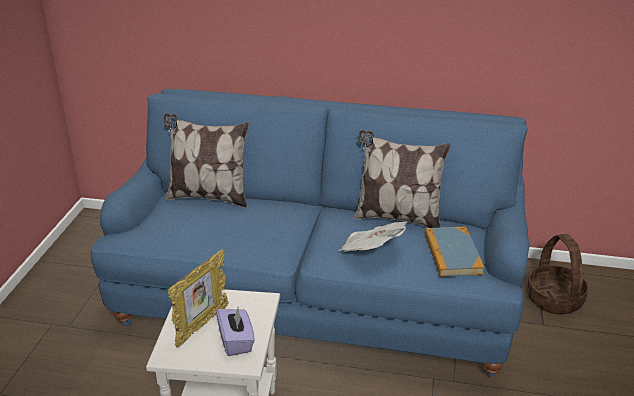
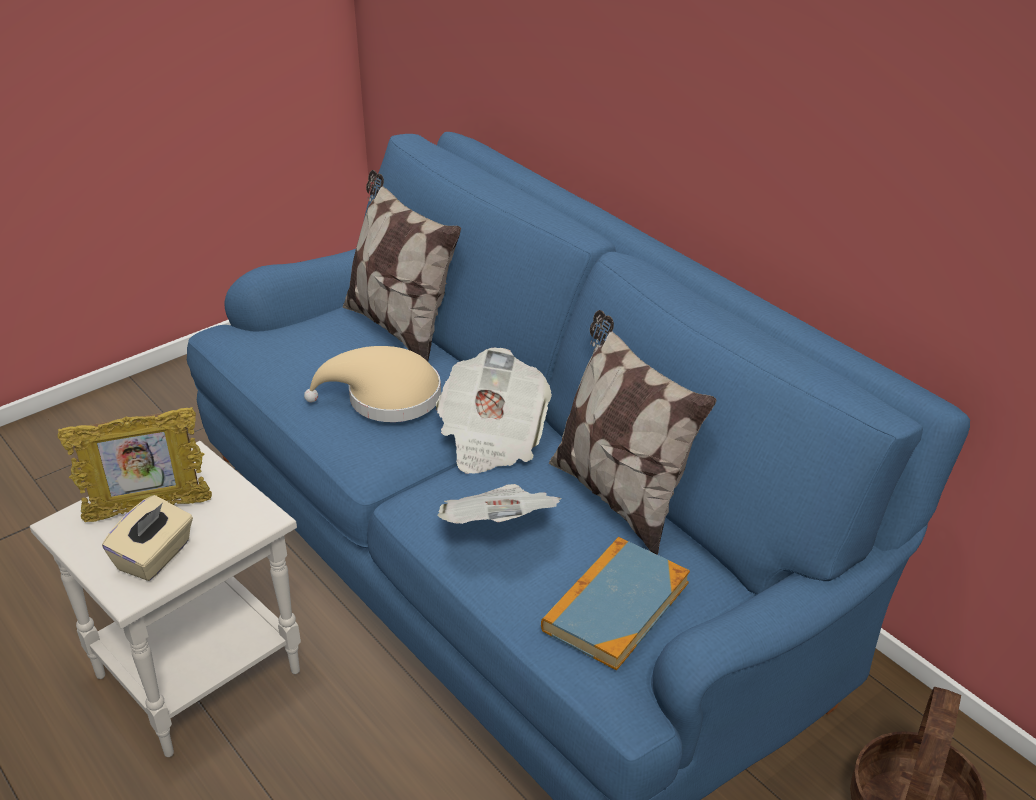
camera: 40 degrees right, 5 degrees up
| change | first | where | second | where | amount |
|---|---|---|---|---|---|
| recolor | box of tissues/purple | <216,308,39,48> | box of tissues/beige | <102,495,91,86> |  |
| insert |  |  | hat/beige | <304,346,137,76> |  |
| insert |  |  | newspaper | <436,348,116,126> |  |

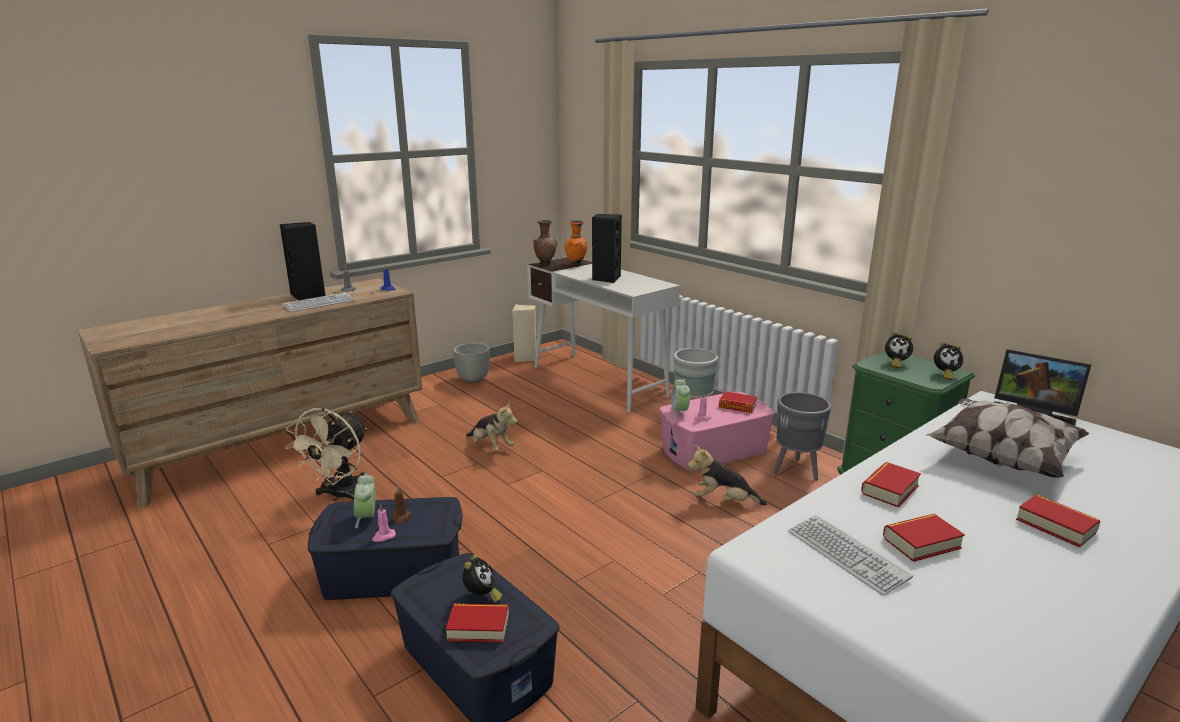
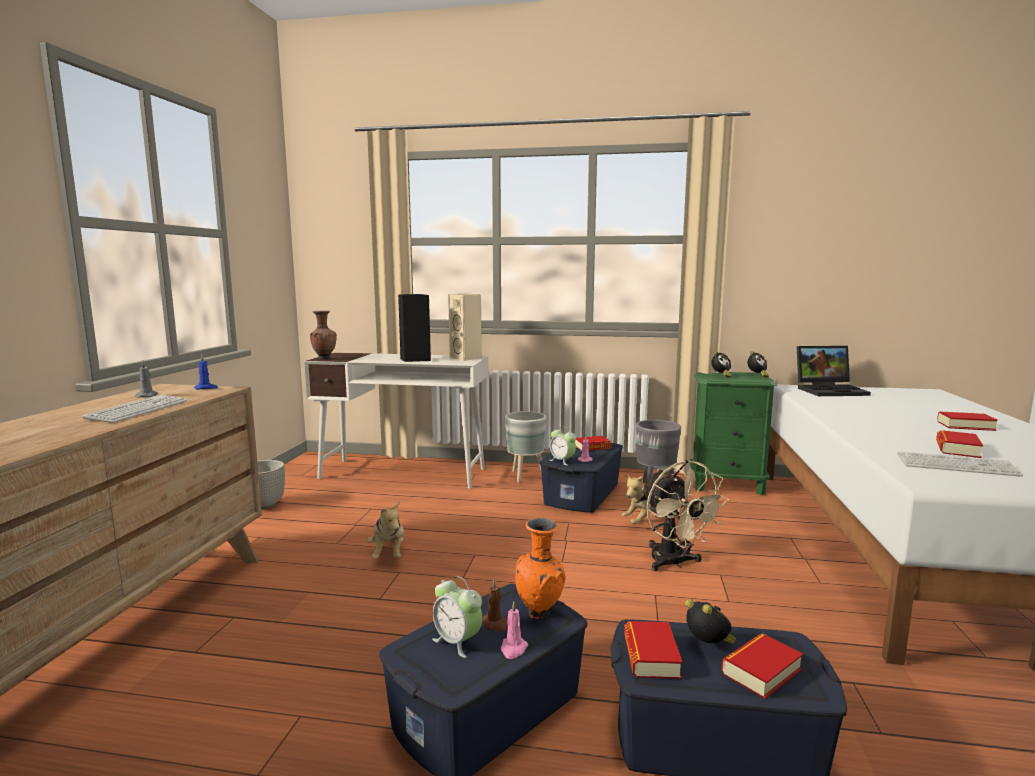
camera: 40 degrees left, 10 degrees down
| change | first | where | second | where | amount |
|---|---|---|---|---|---|
| rotate | plush toy | <466,403,52,48> |  | <367,501,37,58> | 75 degrees clockwise |
| move | audio speaker/beige | <512,304,25,58> |  | <448,294,34,67> |  |
| move | flower vase/orange | <565,220,22,46> |  | <515,518,51,101> |  |
| recolor | storage bin/pink-coloured | <660,391,115,80> | storage bin/blue-coloured | <540,443,83,70> |  |
| move | volume | <861,462,60,45> |  | <624,621,58,58> |  |
| move | electric fan/beige | <285,408,82,93> |  | <642,460,87,111> |  |
| delete | audio speaker/black-coloured | <280,222,45,79> |  |  |  |
| delete | pillow | <927,398,163,80> |  |  |  |

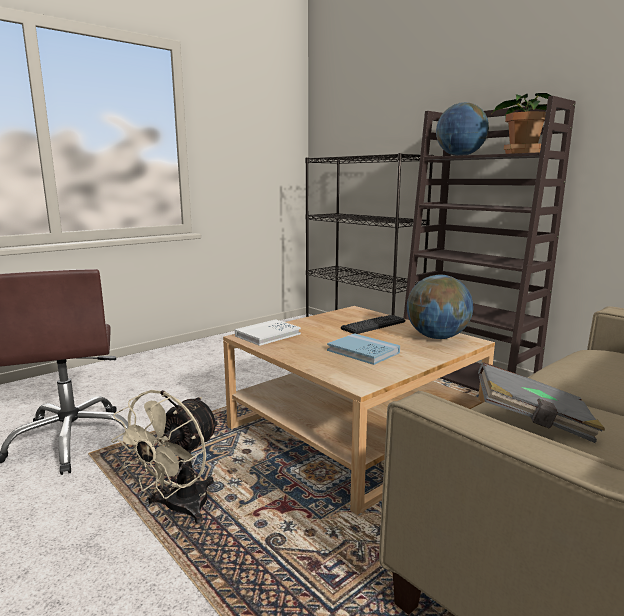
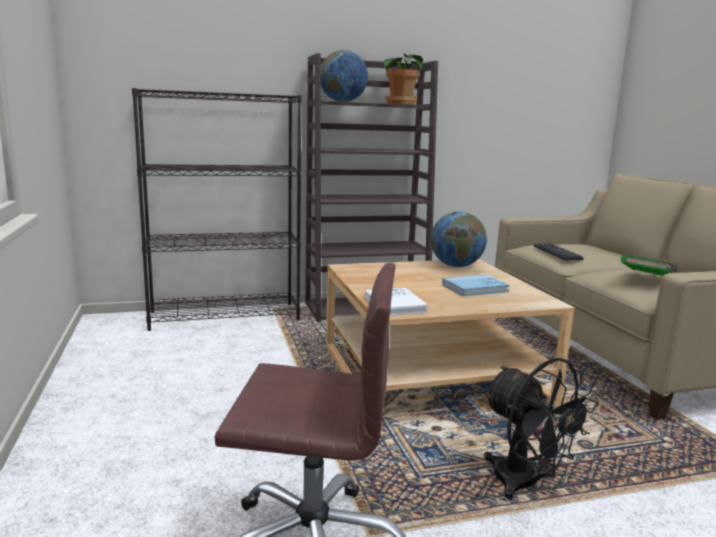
camera: 65 degrees left, 0 degrees up
| change | first | where | second | where | amount |
|---|---|---|---|---|---|
| recolor | electric fan/beige | <111,390,108,133> | electric fan/black-coloured | <484,358,114,142> |  |
| move | PC keyboard | <341,315,64,19> |  | <534,243,49,17> |  |
| recolor | volume/greyish | <478,362,127,81> | volume/green | <621,254,57,22> |  |

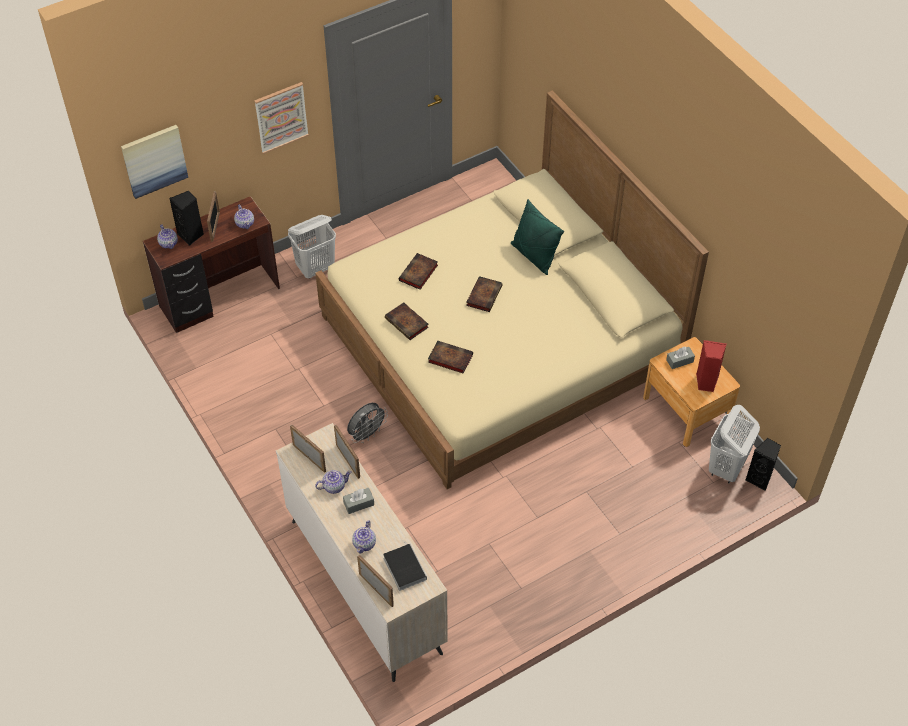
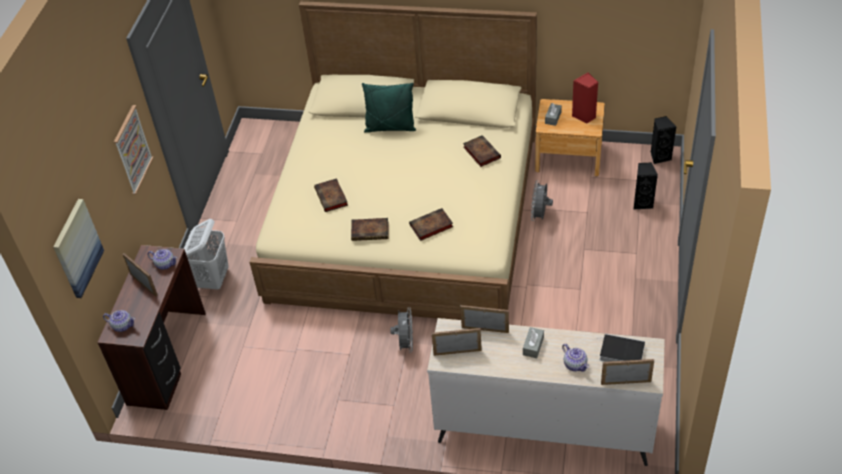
camera: 45 degrees left, 5 degrees down
| change | first | where | second | where | amount |
|---|---|---|---|---|---|
| move | volume | <466,276,36,36> |  | <463,135,38,32> |  |
| insert |  |  | electric fan/greyish | <531,181,22,40> |  |
| move | audio speaker/black-coloured | <169,191,35,55> |  | <634,162,24,47> |  |
| delete | tea pot | <315,470,36,24> |  |  |  |
| delete | hamper/white | <709,405,51,78> |  |  |  |

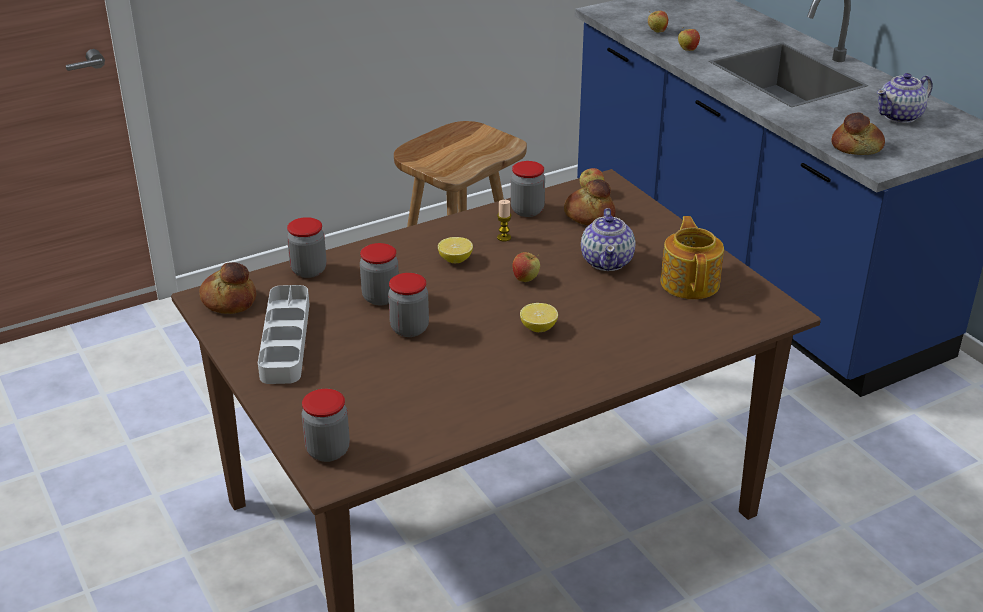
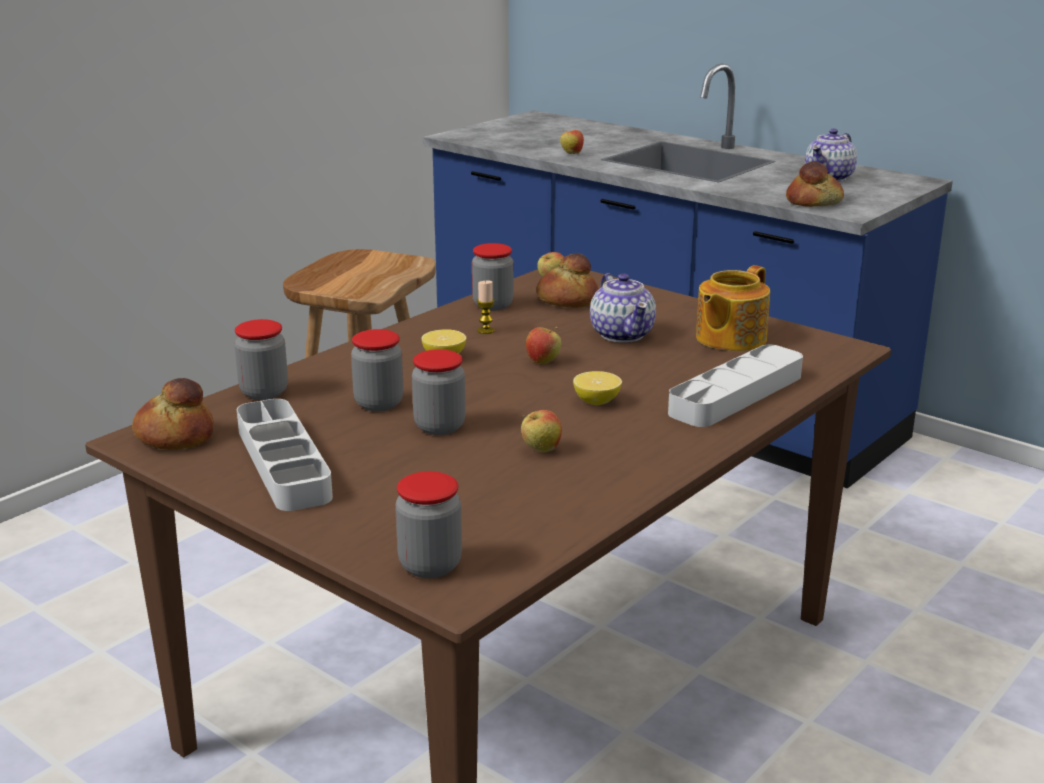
camera: 20 degrees left, 10 degrees down
| change | first | where | second | where | amount |
|---|---|---|---|---|---|
| move | whole apple | <648,11,20,22> |  | <521,410,41,43> |  |
| insert |  |  | serving tray/greyish | <668,345,135,82> |  |
| rotate | tea pot | <660,216,64,83> |  | <696,265,74,86> | 120 degrees counterclockwise |

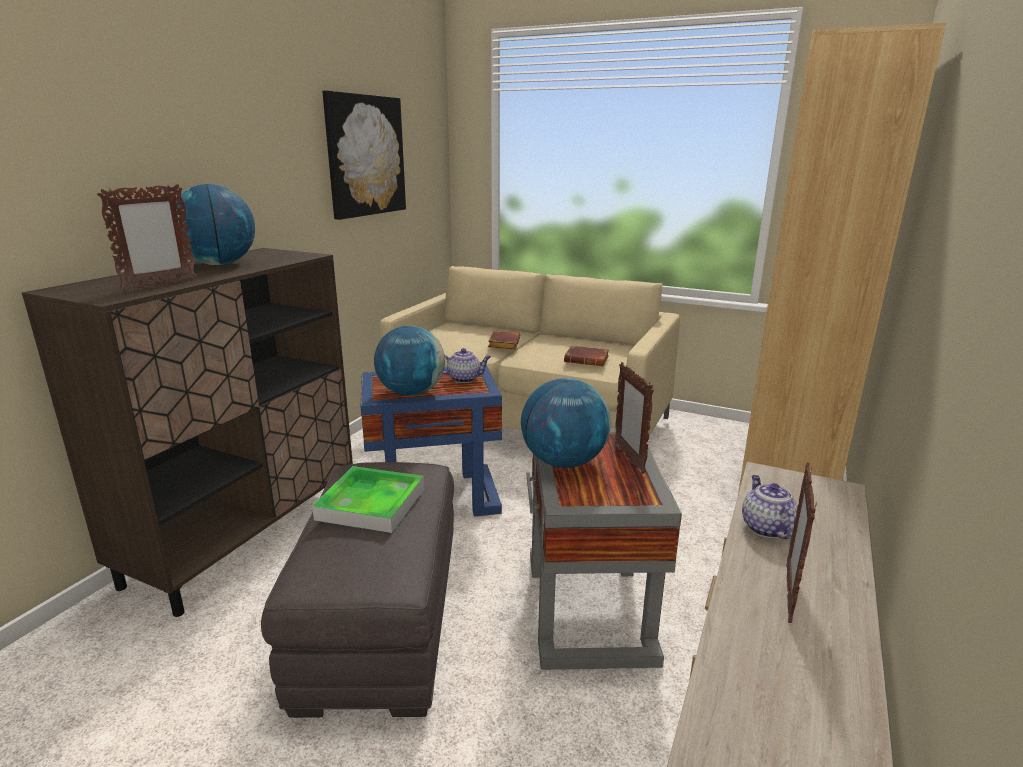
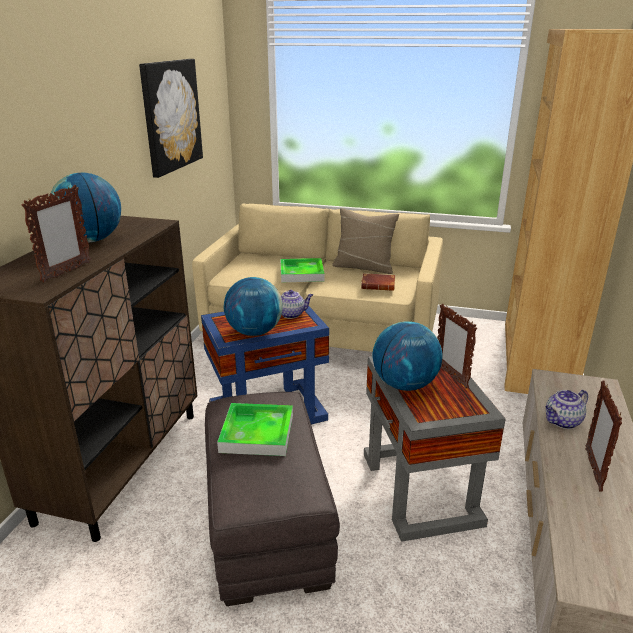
camera: 10 degrees left, 5 degrees up
| change | first | where | second | where | amount |
|---|---|---|---|---|---|
| replace | volume/brown | <488,330,32,20> | serving tray | <280,258,44,25> |  |
| insert |  |  | pillow/beige | <332,208,67,66> |  |
| rotate | tea pot | <742,475,56,64> |  | <545,390,43,39> | 105 degrees counterclockwise |

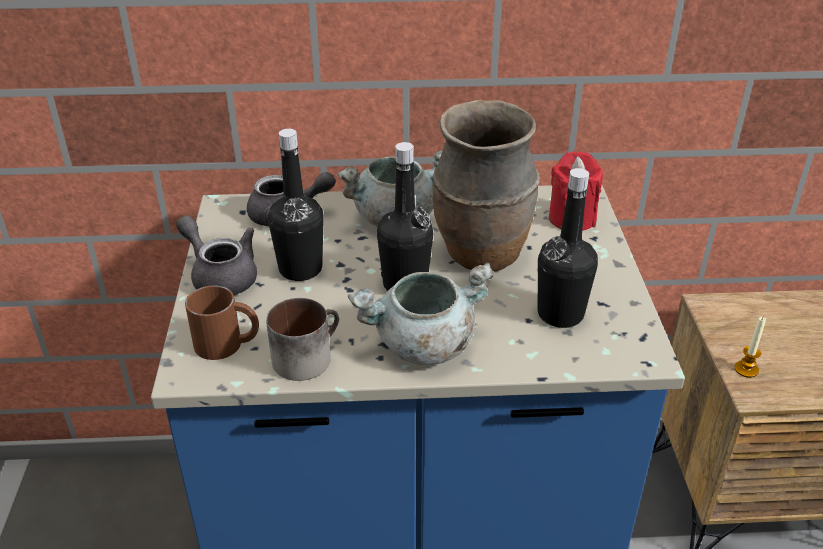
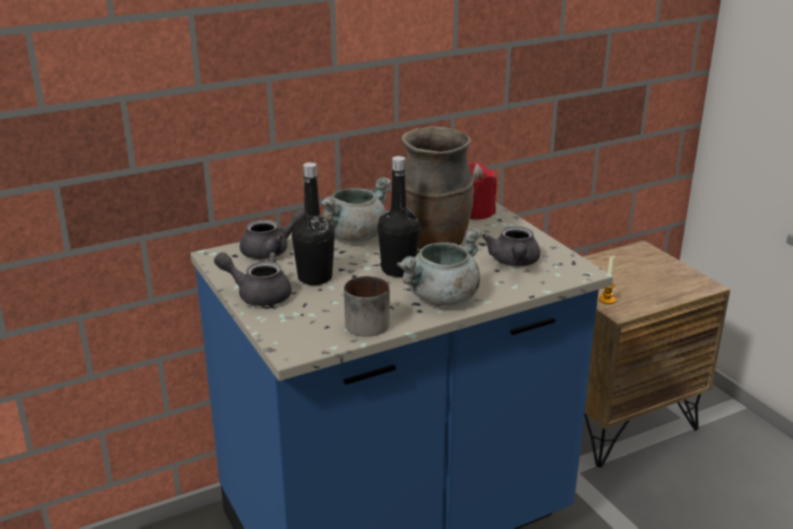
camera: 25 degrees left, 10 degrees down
| change | first | where | second | where | amount |
|---|---|---|---|---|---|
| replace | bottle/black-coloured | <538,168,60,160> | tea pot/greyish | <482,226,58,40> |  |
| delete | tea mug/brown | <185,285,74,75> |  |  |  |

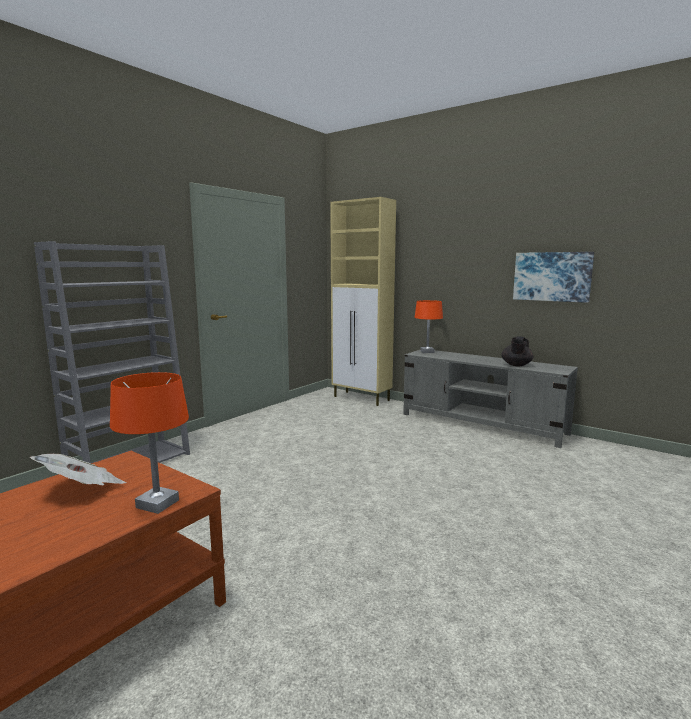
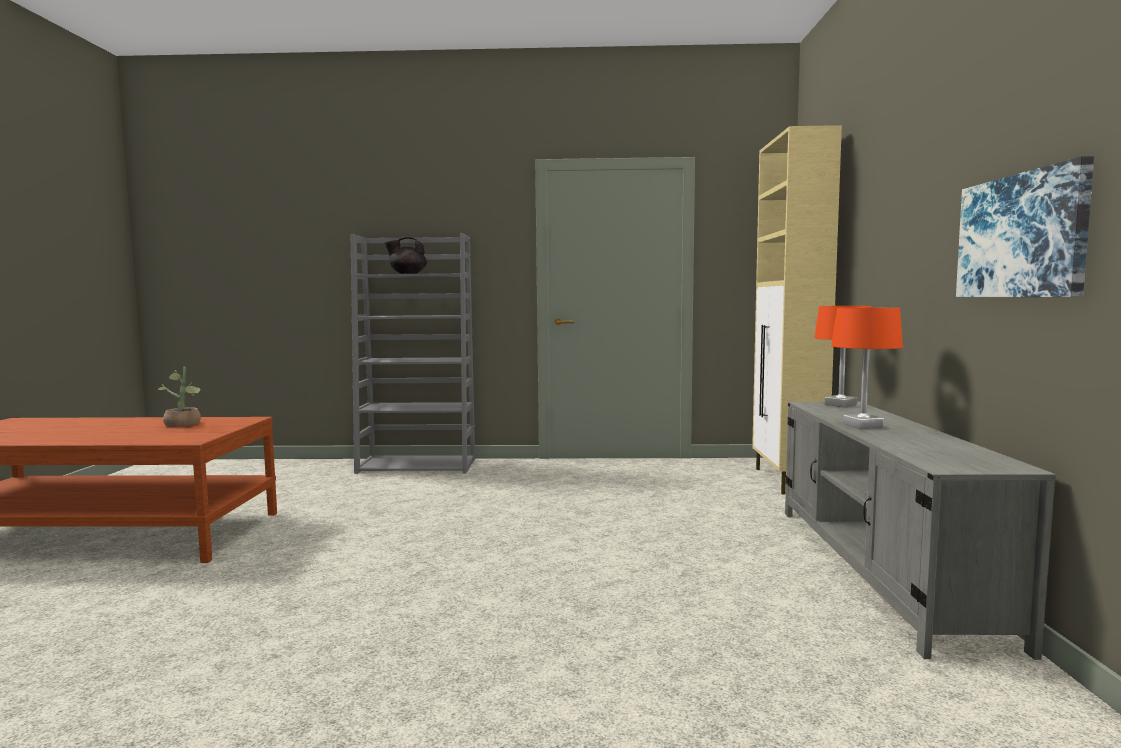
camera: 55 degrees right, 5 degrees down
| change | first | where | second | where | amount |
|---|---|---|---|---|---|
| replace | newspaper | <30,454,97,31> | houseplant | <158,367,43,60> |  |
| move | tea pot/black-coloured | <501,336,32,30> |  | <384,237,43,37> |  |
| move | lamp for a table/orange | <110,372,79,142> |  | <831,308,72,121> |  |

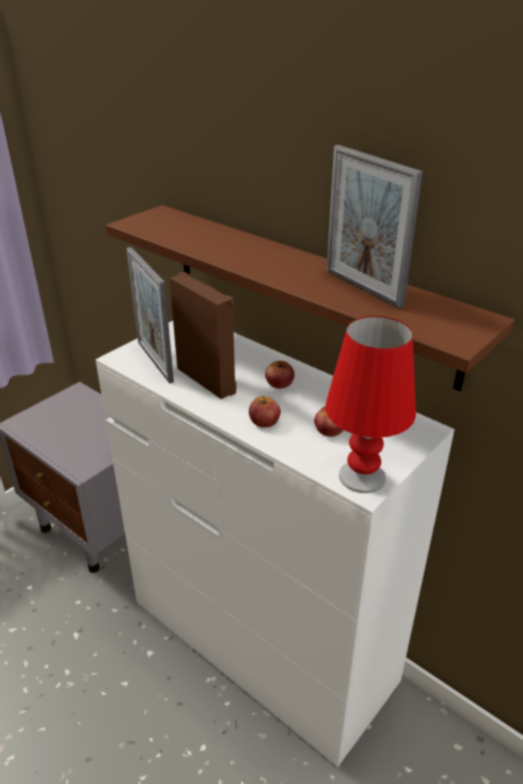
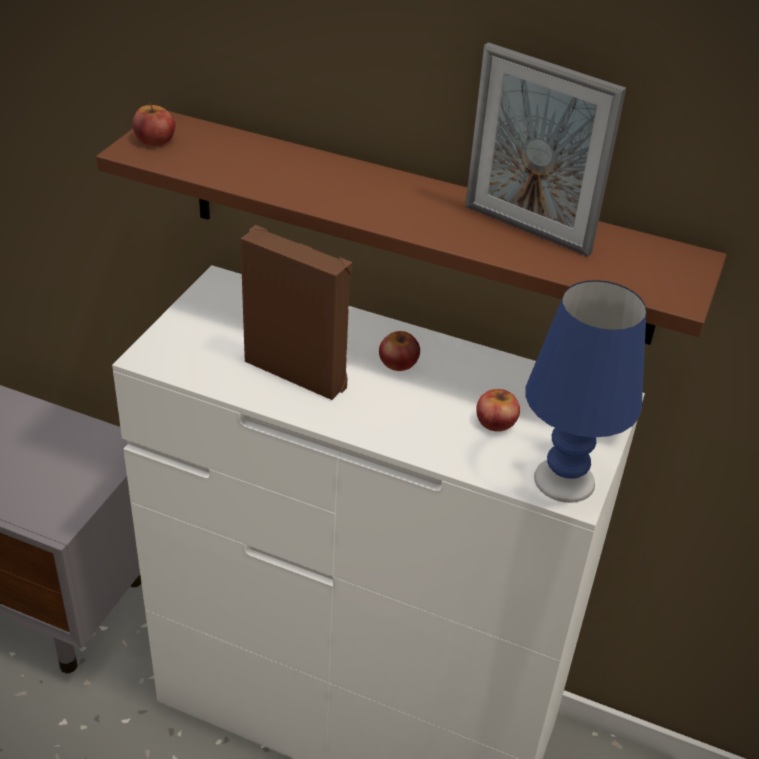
camera: 20 degrees left, 5 degrees up
| change | first | where | second | where | amount |
|---|---|---|---|---|---|
| move | whole apple | <249,395,32,33> |  | <132,102,43,44> |  |
| recolor | lamp for a table/red | <325,316,91,177> | lamp for a table/blue-coloured | <525,280,121,223> |  |
| delete | picture frame | <127,247,47,137> |  |  |  |

